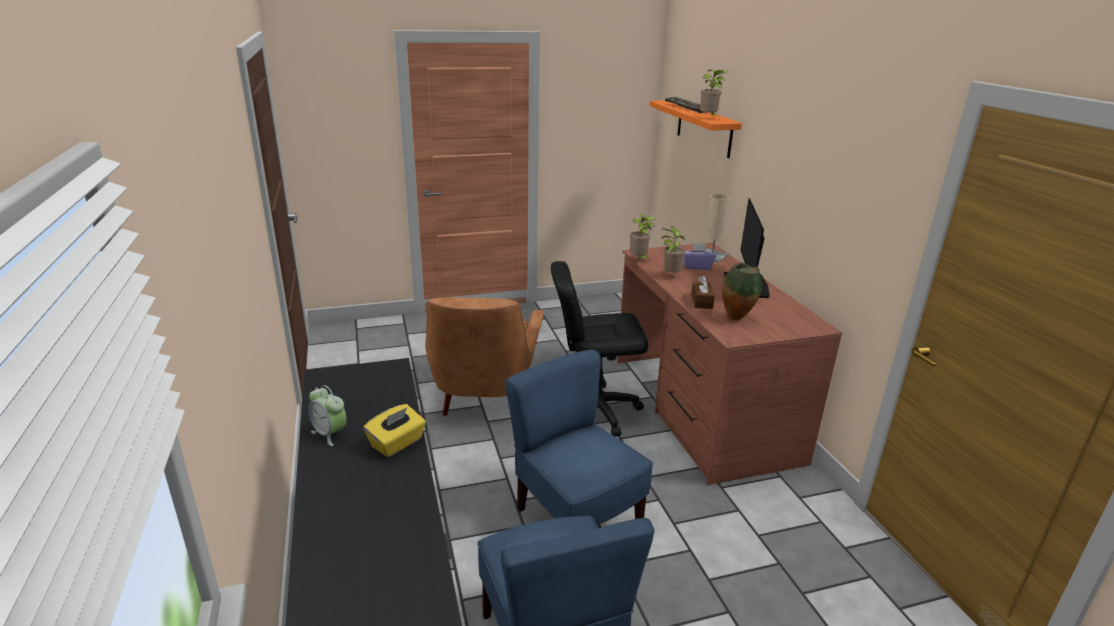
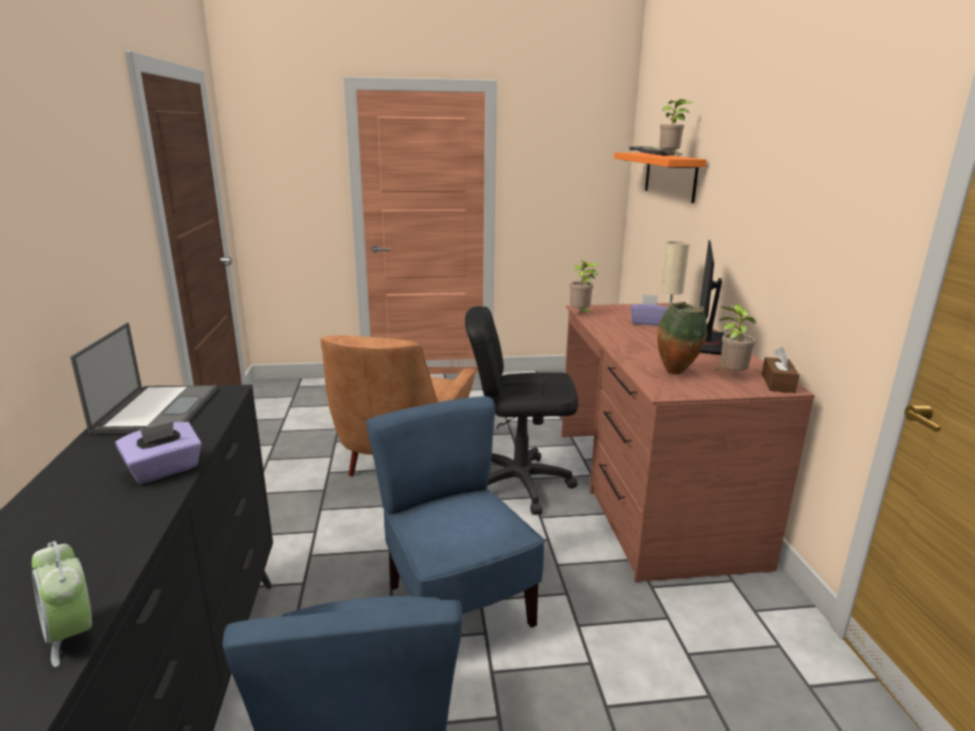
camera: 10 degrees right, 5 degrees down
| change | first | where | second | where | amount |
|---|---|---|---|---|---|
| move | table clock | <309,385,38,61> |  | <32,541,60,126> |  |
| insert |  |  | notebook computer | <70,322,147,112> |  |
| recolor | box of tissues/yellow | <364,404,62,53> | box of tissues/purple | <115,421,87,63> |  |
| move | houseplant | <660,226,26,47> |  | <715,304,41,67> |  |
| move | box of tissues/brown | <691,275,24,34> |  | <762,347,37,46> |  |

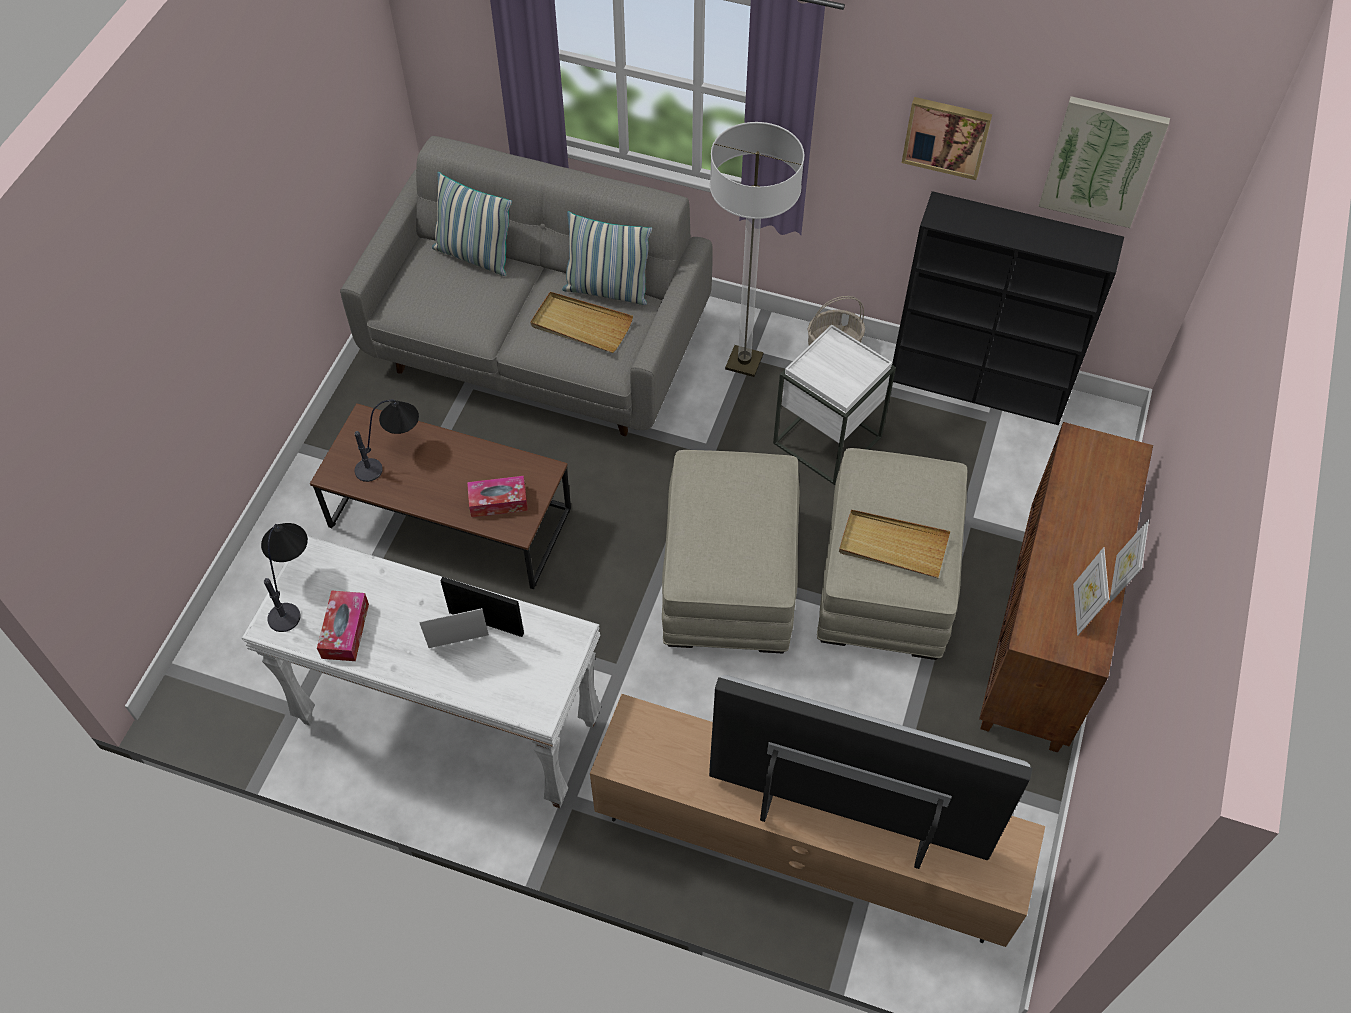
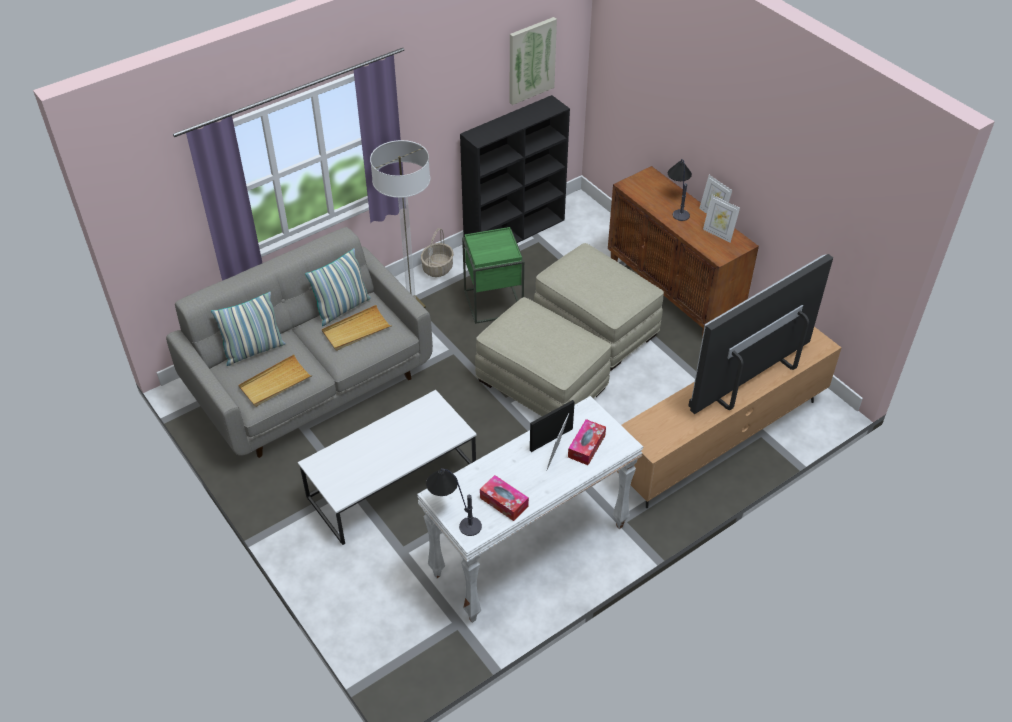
camera: 55 degrees left, 10 degrees down
| change | first | where | second | where | amount |
|---|---|---|---|---|---|
| move | serving tray/beige | <839,509,111,69> |  | <239,355,73,52> |  |
| recolor | coffee table/brown | <310,403,261,186> | coffee table/white | <298,390,179,155> |  |
| recolor | side table/white | <773,324,123,161> | side table/green | <462,227,62,97> |  |
| move | box of tissues | <467,476,61,41> |  | <568,419,38,46> |  |
| move | lamp for a table | <354,399,65,83> |  | <668,159,24,62> |  |
| delete | wall picture | <902,97,90,83> |  |  |  |

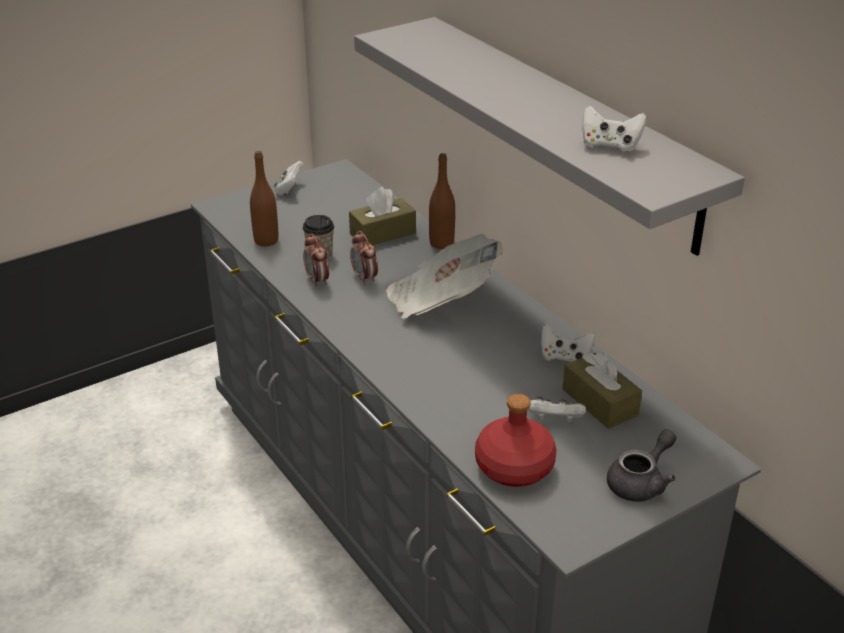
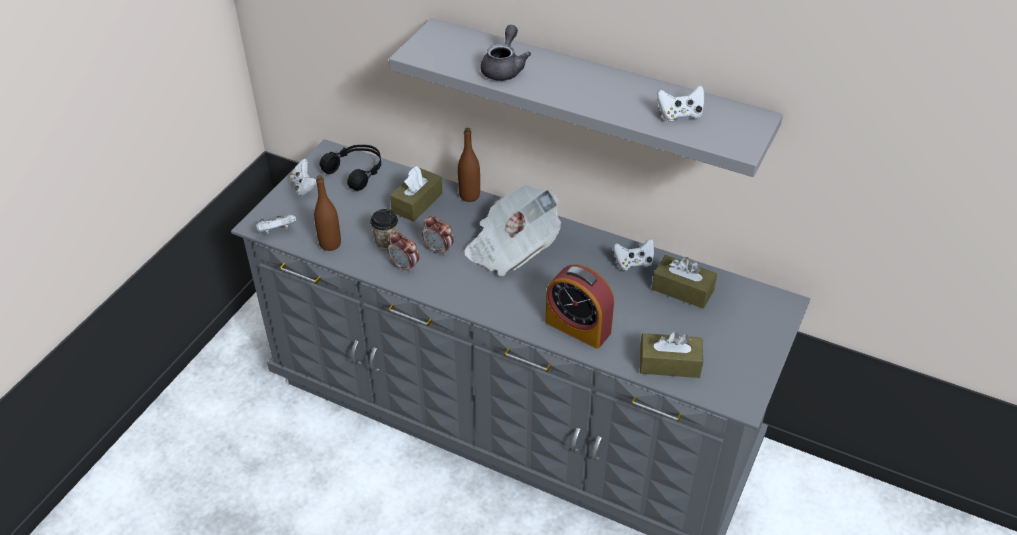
camera: 30 degrees left, 10 degrees up
| change | first | where | second | where | amount |
|---|---|---|---|---|---|
| move | joypad/white | <528,397,58,25> |  | <256,215,40,19> |  |
| insert |  |  | headset/black-coloured | <320,145,61,46> |  |
| move | tea pot/greyish | <607,429,69,73> |  | <480,25,51,56> |  |
| insert |  |  | table clock | <546,264,68,85> |  |
| replace | bottle/red | <475,394,81,93> | box of tissues/brown | <640,331,63,47> |  |

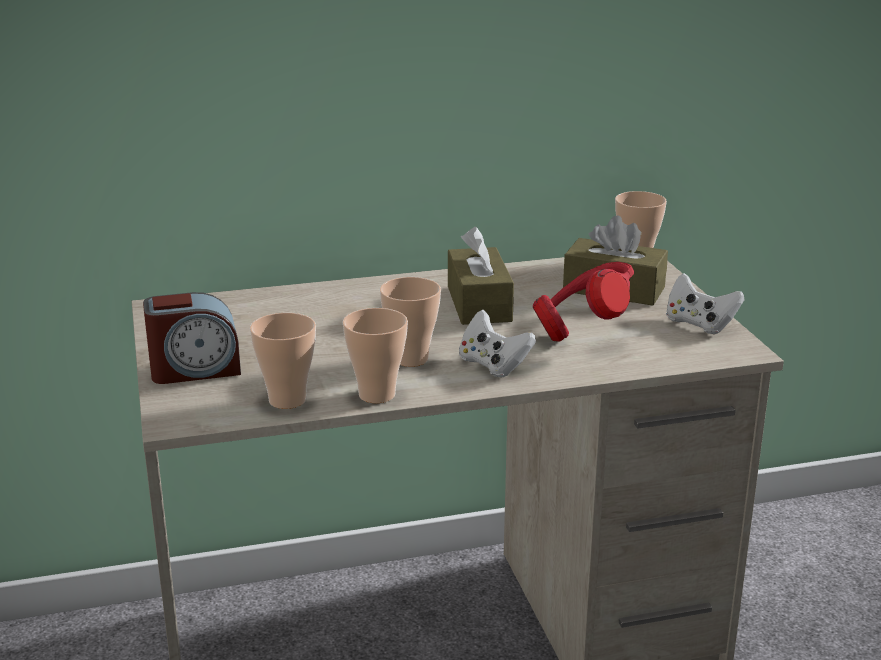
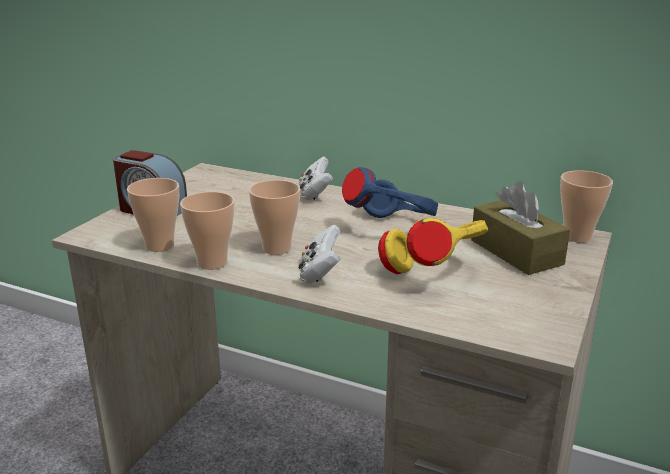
camera: 40 degrees right, 0 degrees up
| change | first | where | second | where | amount |
|---|---|---|---|---|---|
| move | joypad/white | <666,273,78,61> |  | <299,157,34,43> |  |
| replace | box of tissues/brown | <448,227,66,98> | headset/blue-coloured | <342,167,96,51> |  |
| recolor | headset/red | <533,262,101,80> | headset/yellow | <378,218,110,56> |  |

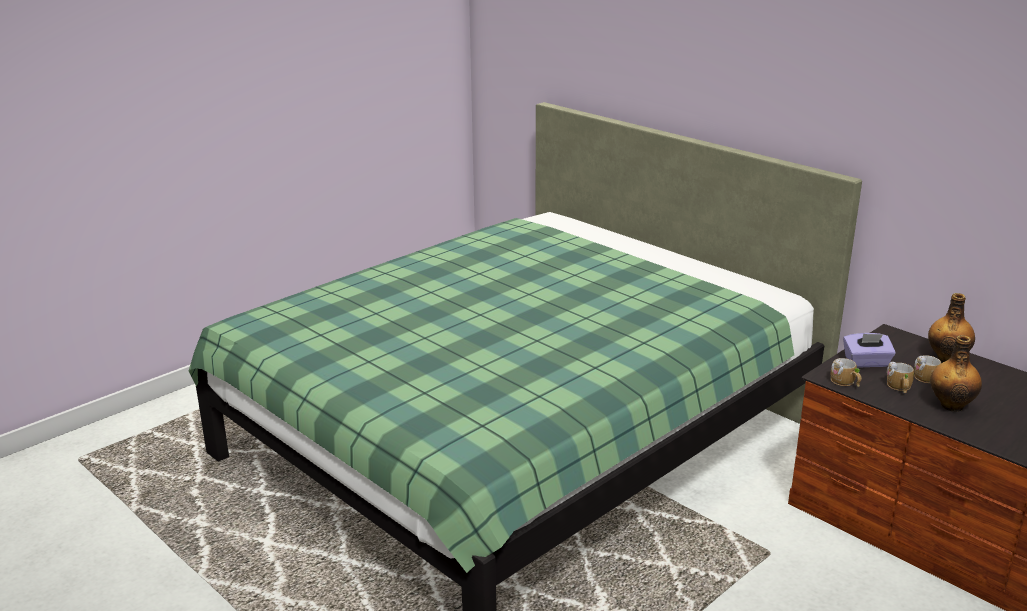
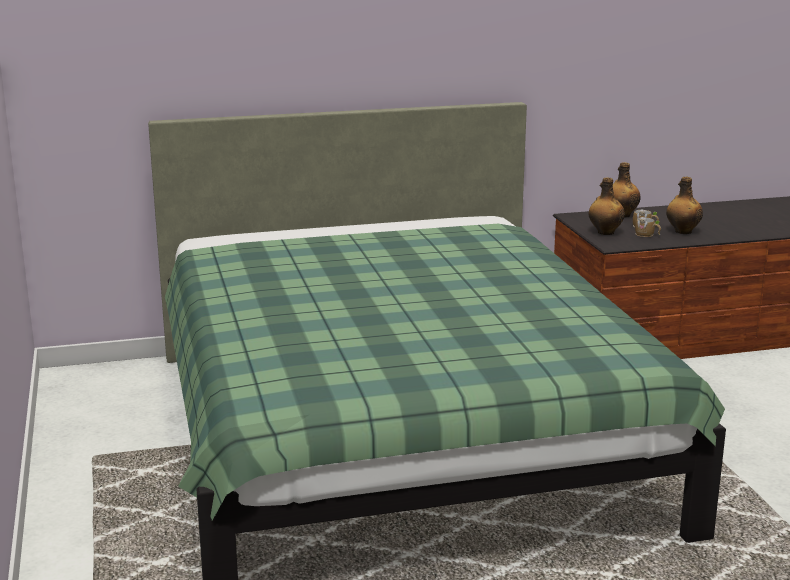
camera: 60 degrees left, 5 degrees down
| change | first | where | second | where | amount |
|---|---|---|---|---|---|
| replace | box of tissues/purple | <843,333,53,35> | bottle | <589,177,36,58> |  |
| delete | tea mug | <831,358,31,29> |  |  |  |

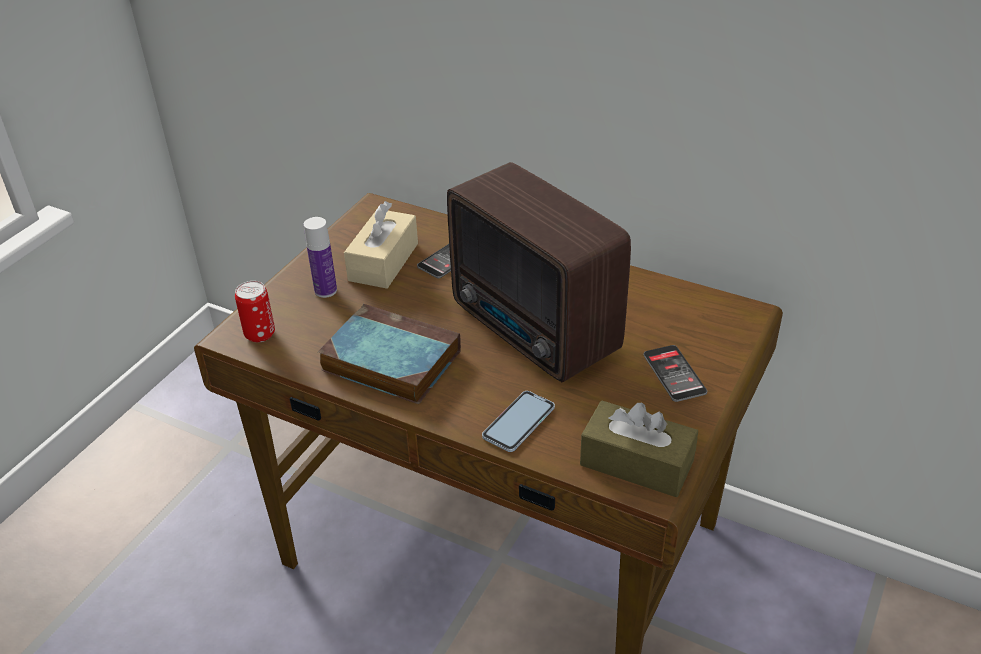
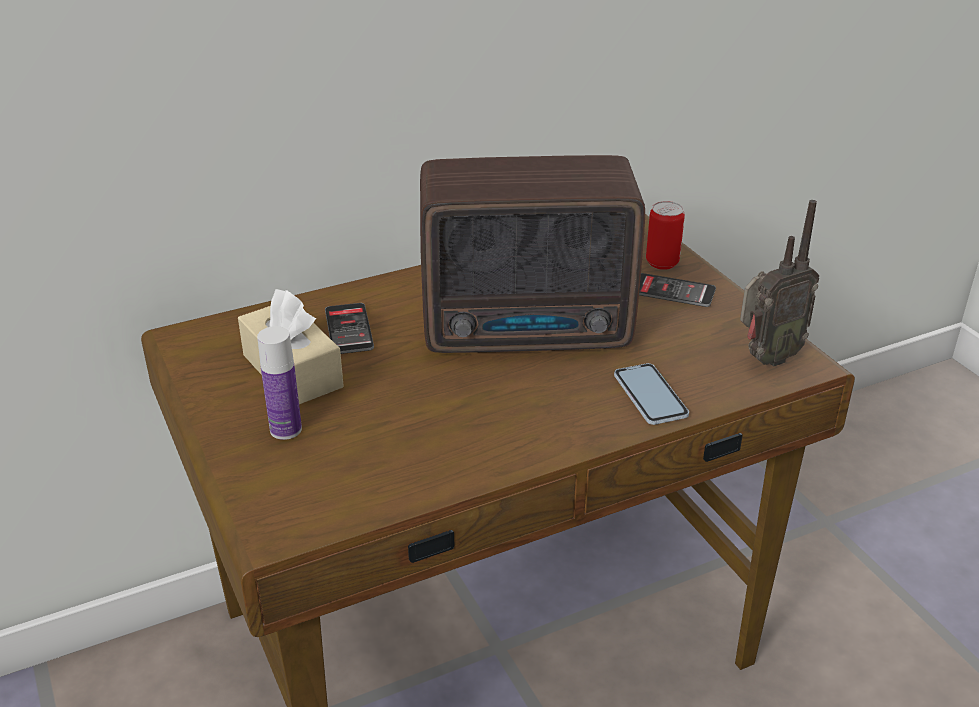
camera: 55 degrees left, 5 degrees down
| change | first | where | second | where | amount |
|---|---|---|---|---|---|
| move | can | <235,281,40,61> |  | <646,201,39,69> |  |
| replace | box of tissues/brown | <580,400,118,97> | radio set | <740,200,80,167> |  |
| delete | volume | <318,304,143,100> |  |  |  |

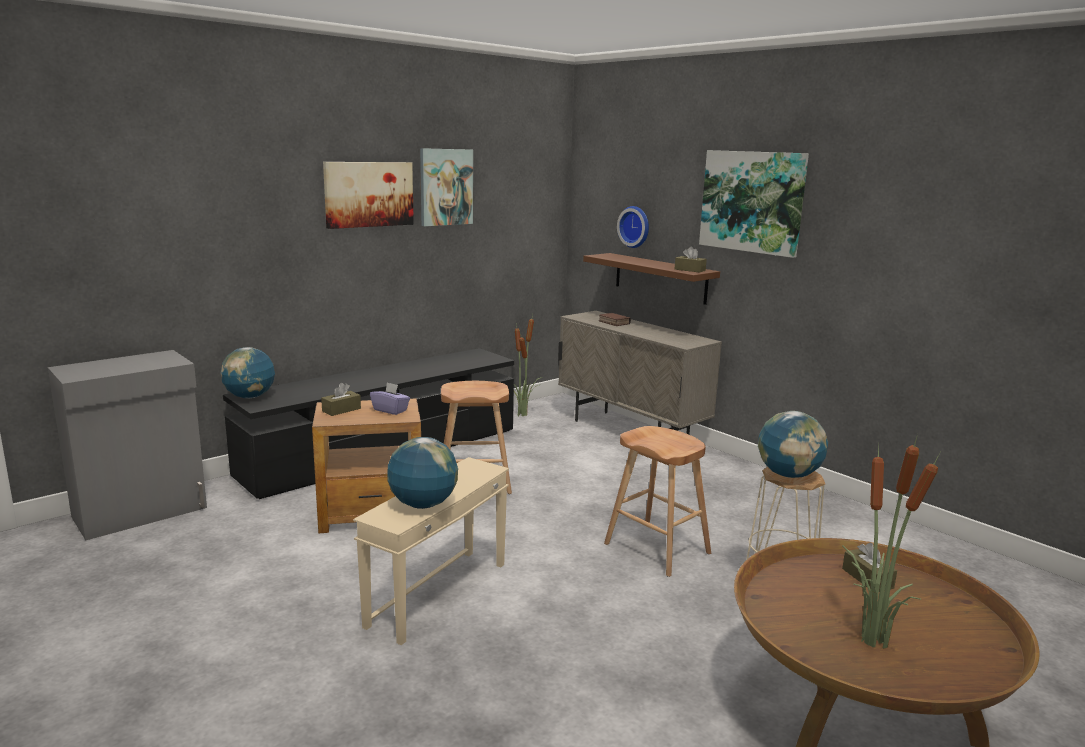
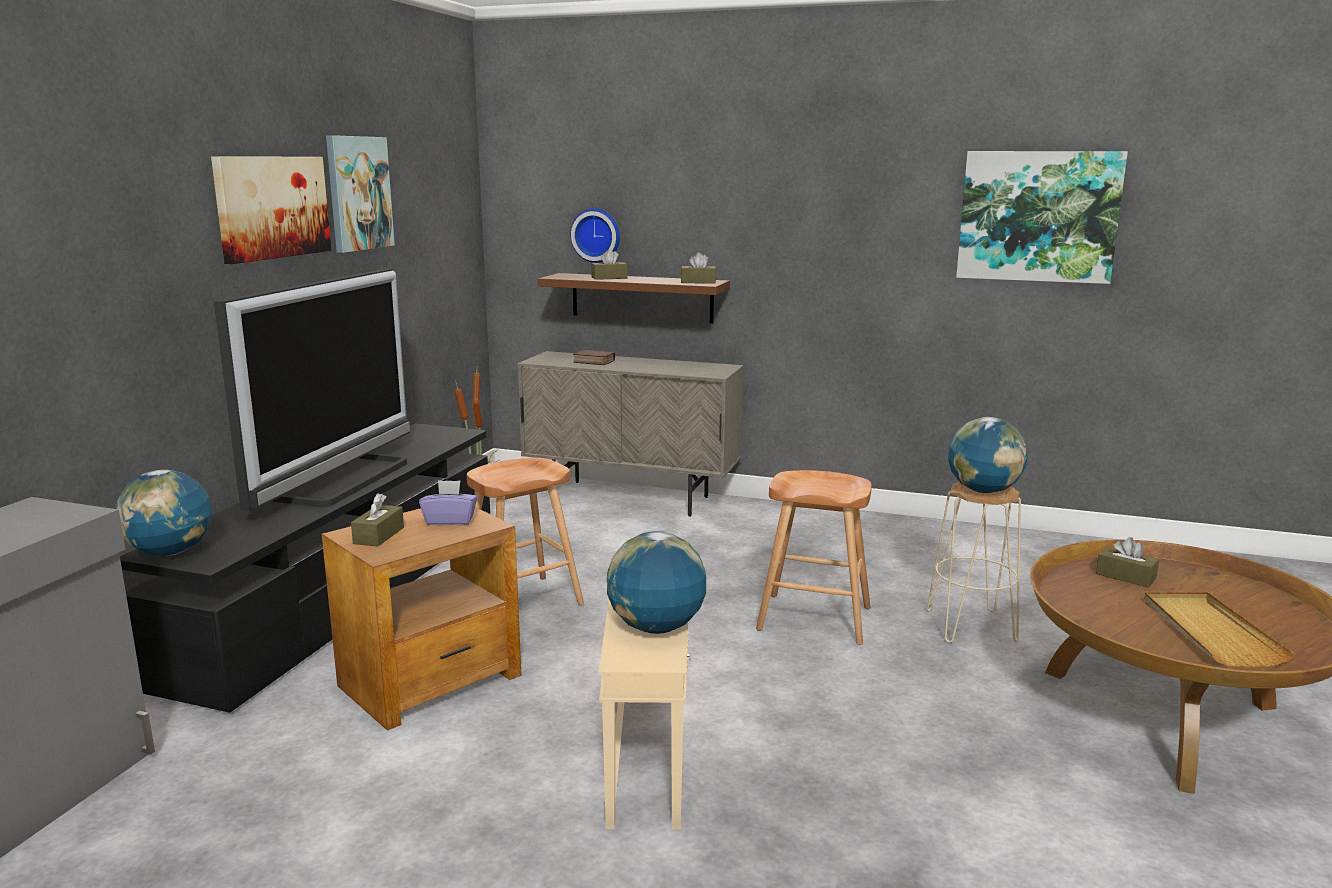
camera: 30 degrees left, 0 degrees up
| change | first | where | second | where | amount |
|---|---|---|---|---|---|
| insert |  |  | TV set | <214,269,196,242> |  |
| insert |  |  | box of tissues/brown | <591,249,37,31> |  |
| move | wall picture | <699,150,110,108> |  | <956,151,172,133> |  |
| replace | houseplant | <842,434,98,215> | serving tray/beige | <1144,592,151,75> |  |

